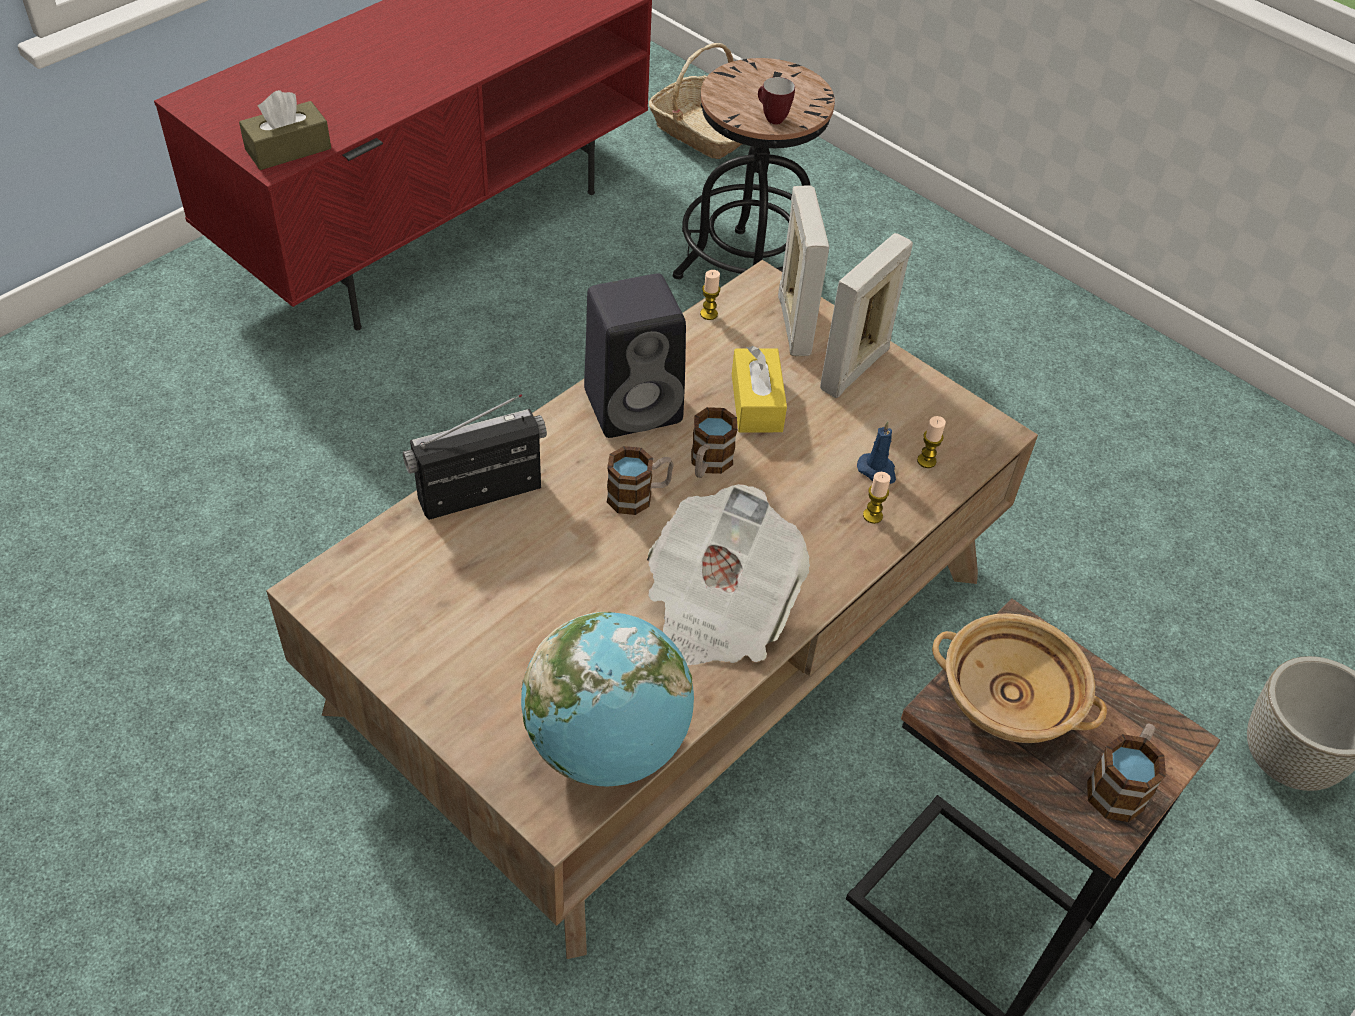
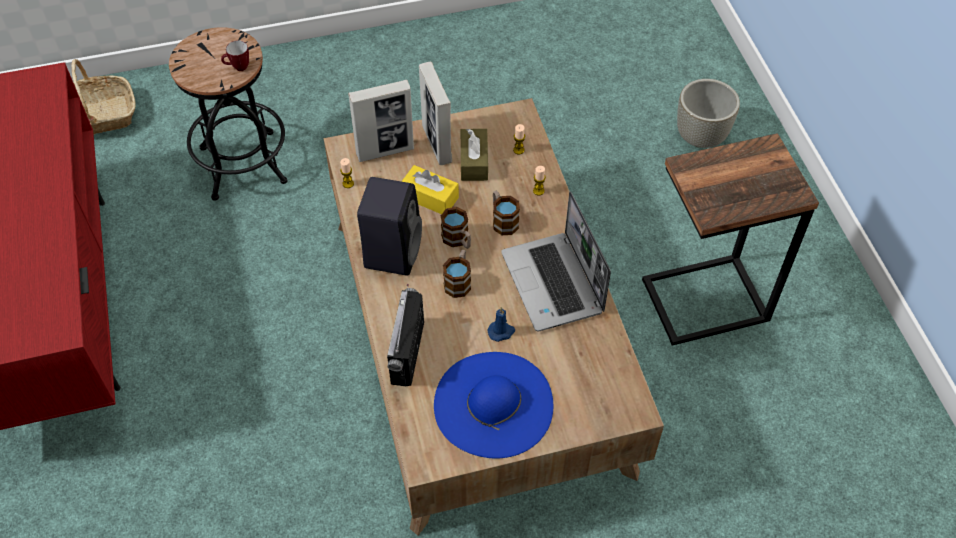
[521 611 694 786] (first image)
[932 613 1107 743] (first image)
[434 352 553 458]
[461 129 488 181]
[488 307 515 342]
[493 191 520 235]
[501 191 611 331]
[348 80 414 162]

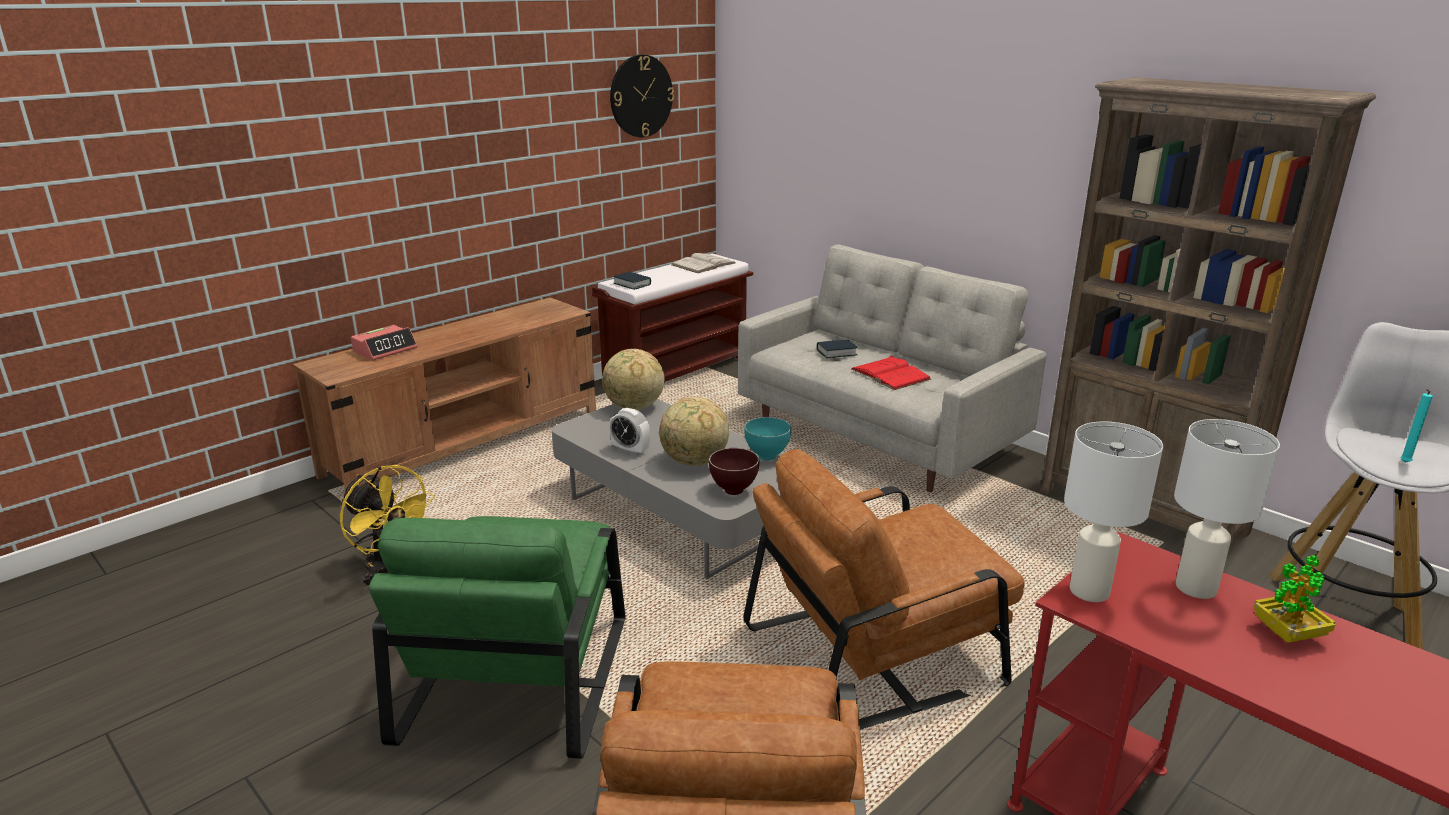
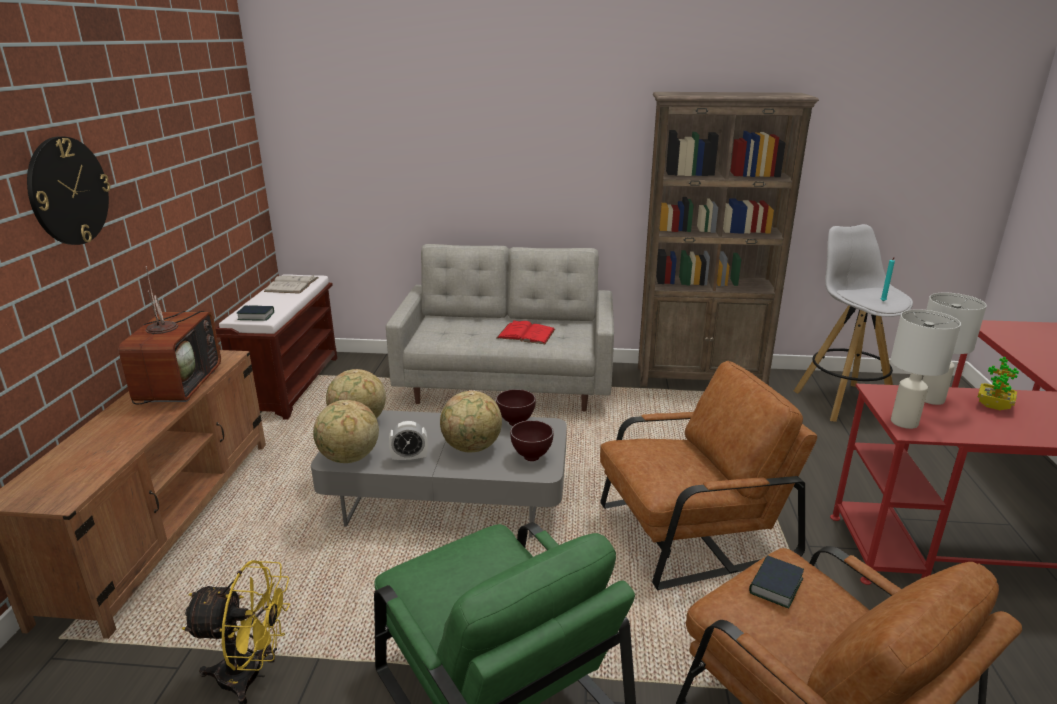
[351 325 417 360] (first image)
[119 266 221 404]
[313 400 379 463]
[27 137 110 245]
[749 555 804 608]
[496 389 536 426]
[600 361 817 590]

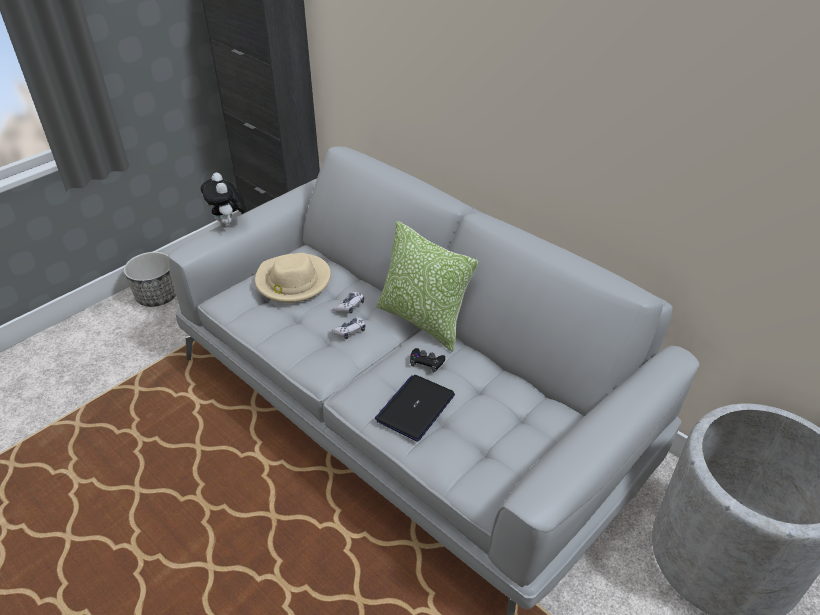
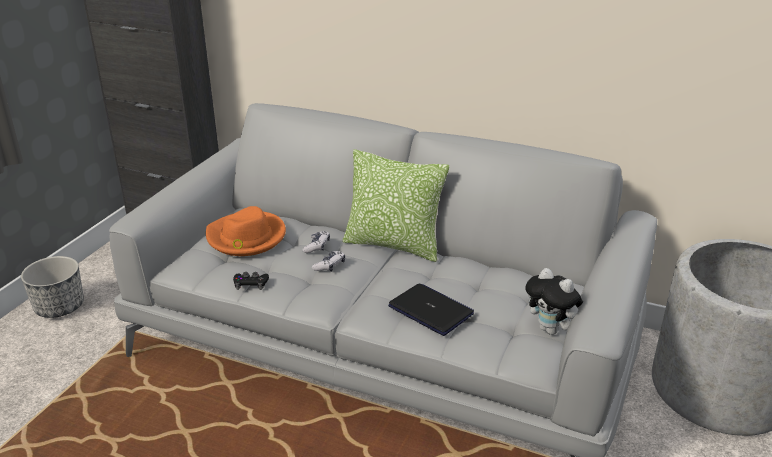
[525 268 583 335]
[233 272 269 290]
[206 206 286 256]
[388 283 474 336]

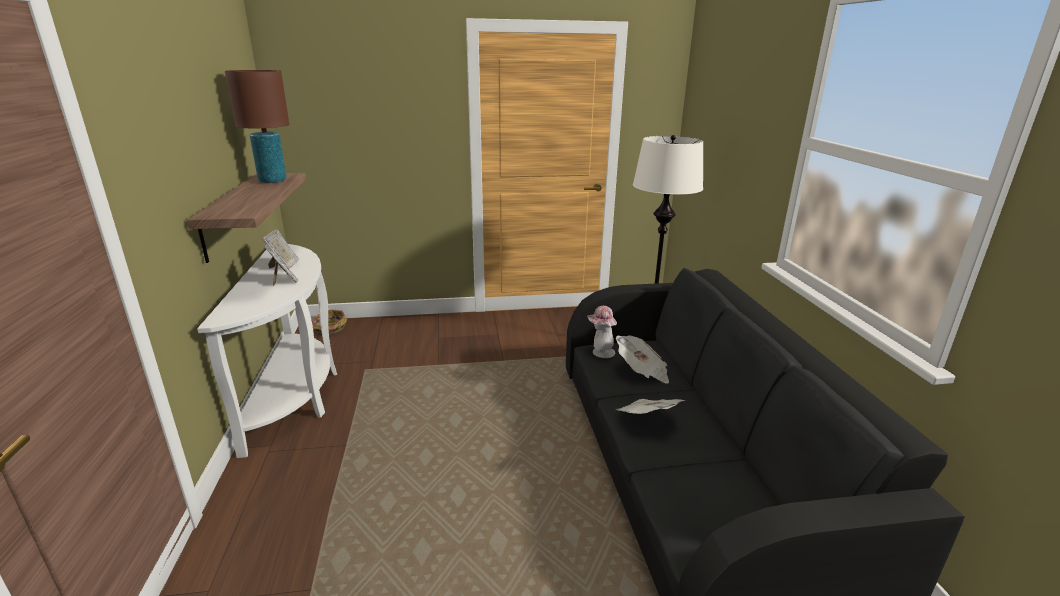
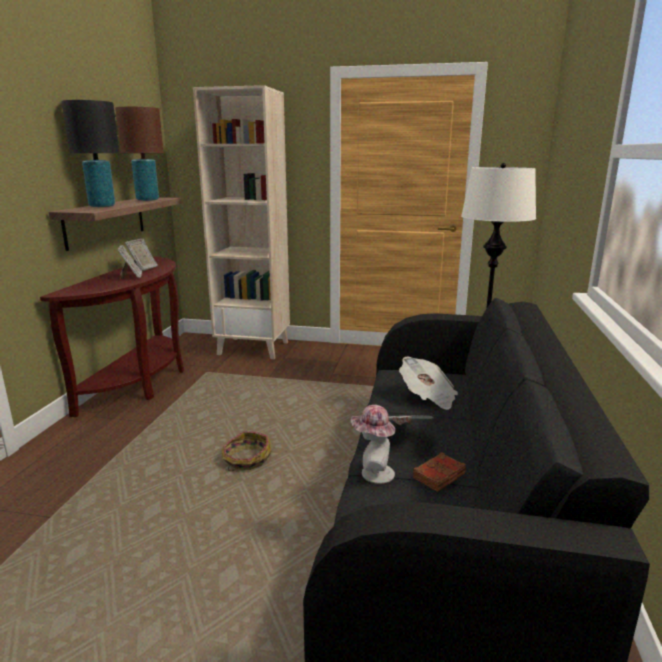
[61 100 119 207]
[193 85 290 359]
[413 452 466 492]
[222 431 271 471]
[351 405 395 484]
[40 256 184 417]

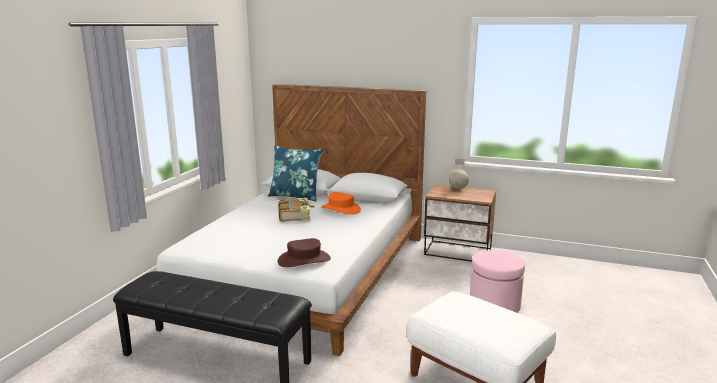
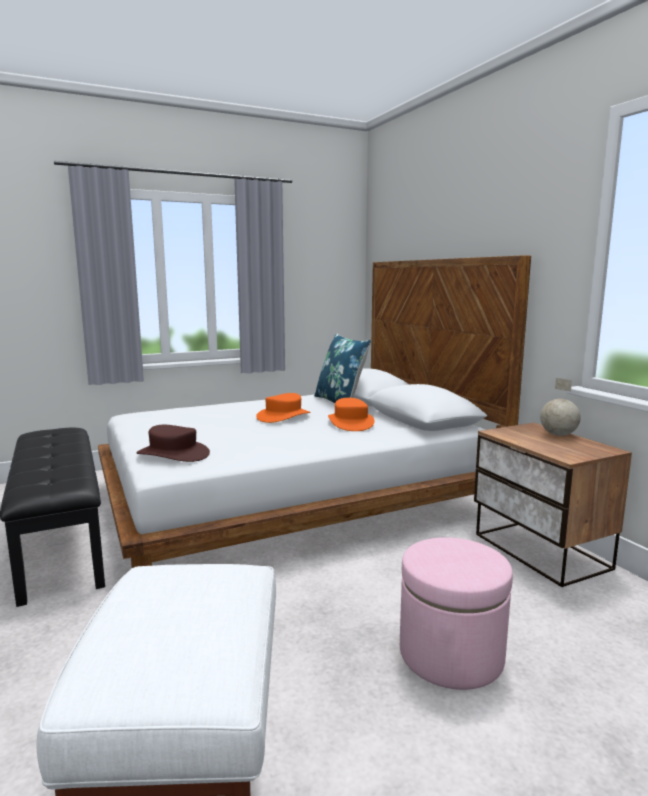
[256 393 311 423]

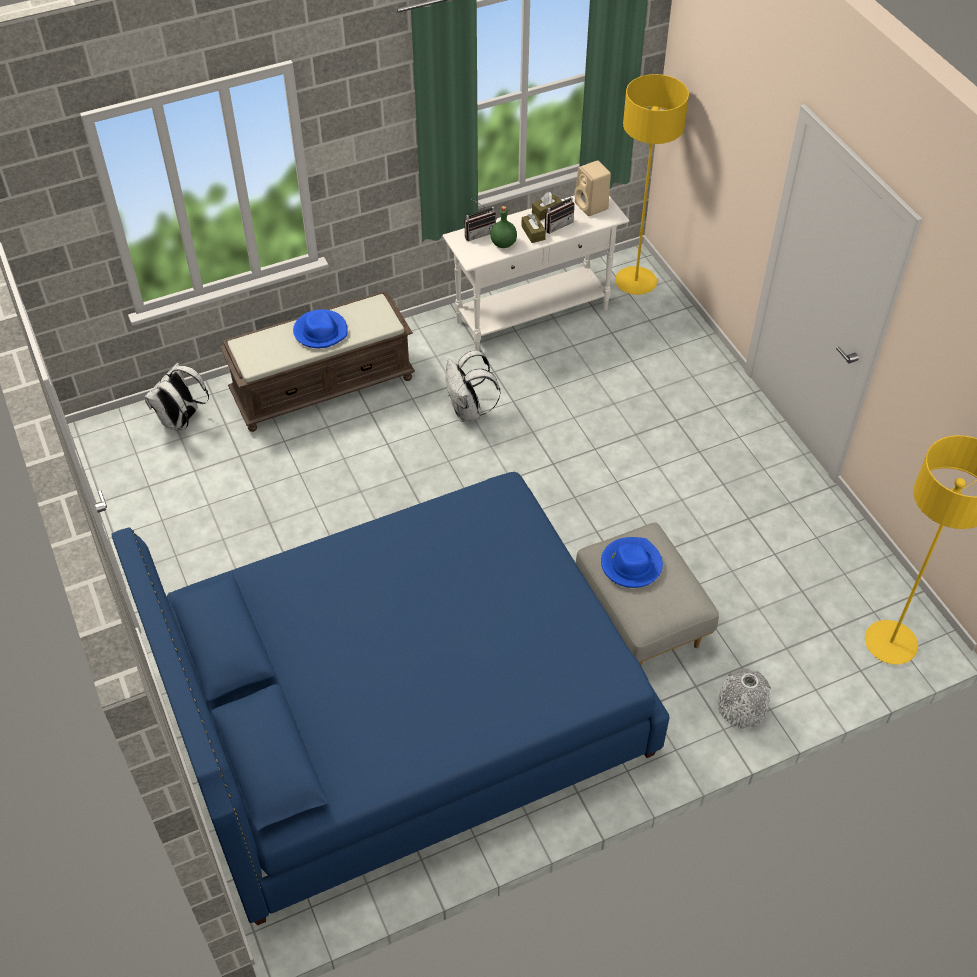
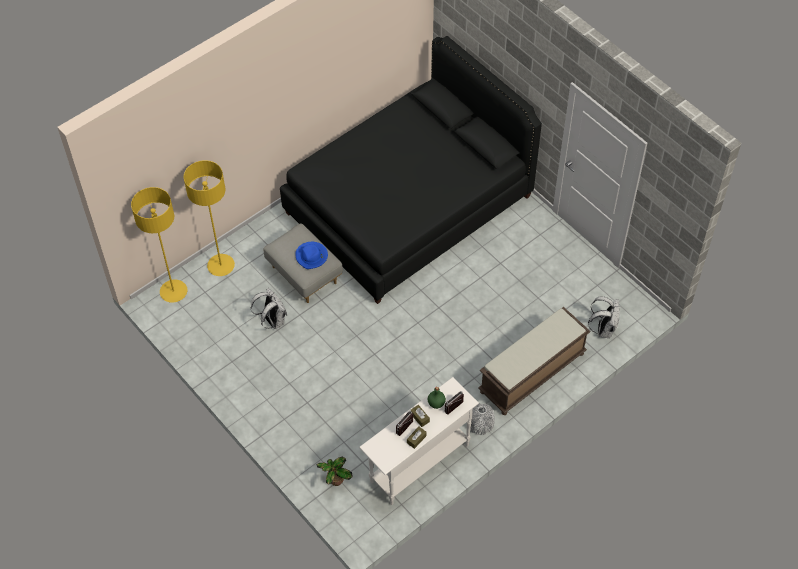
[293 309 347 348] (first image)
[575 160 611 216] (first image)
[317 457 353 486]
[250 288 287 329]
[184 160 235 276]
[470 403 495 435]
[280 36 542 304]

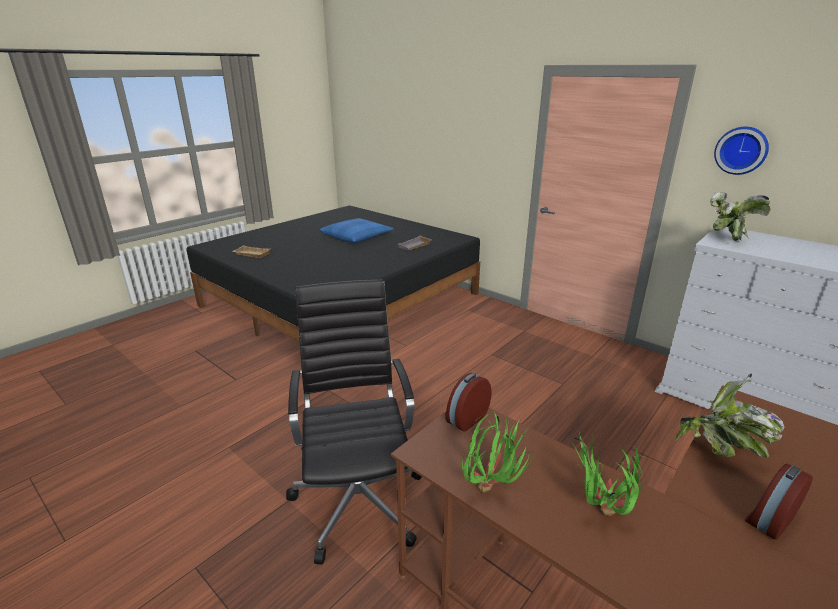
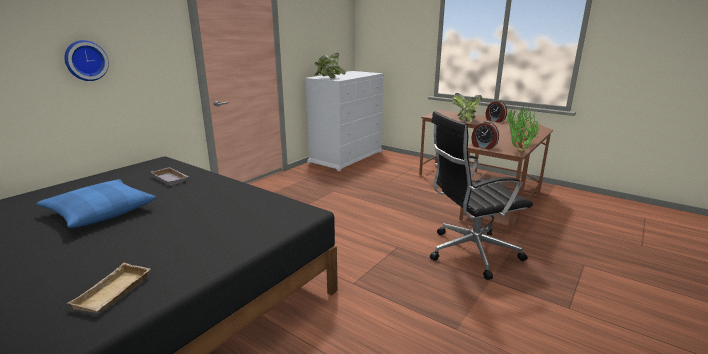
[508 120 534 153]
[64 40 109 81]

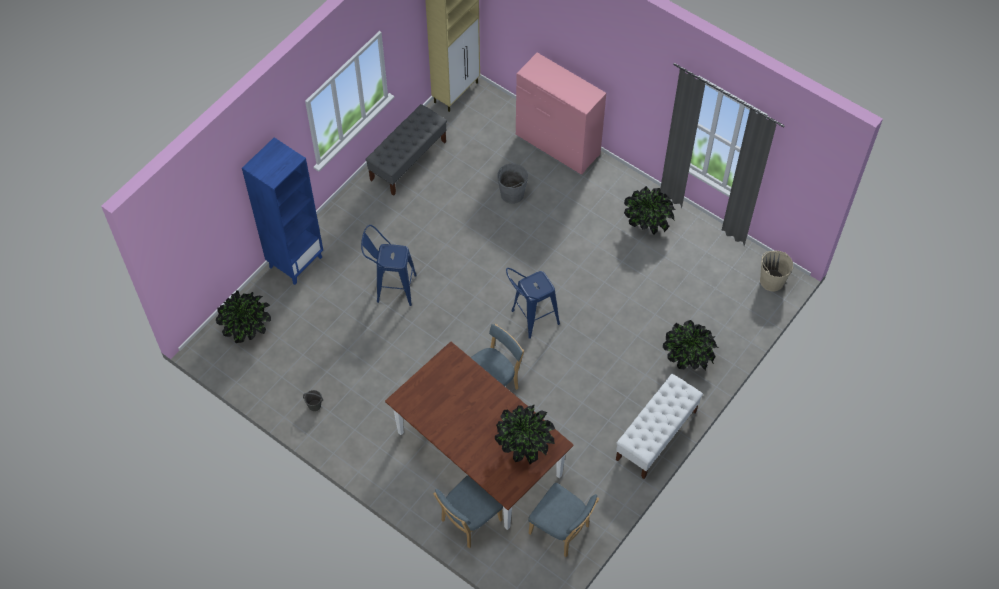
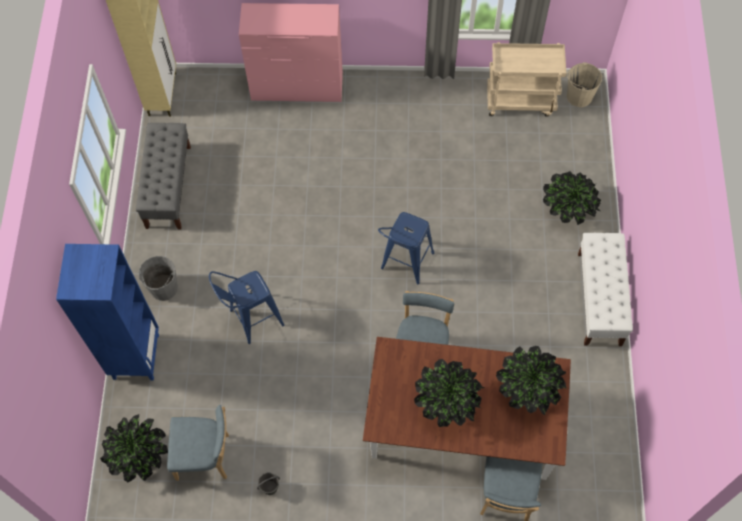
[487 42 566 117]
[138 256 178 301]
[167 405 229 481]
[414 359 485 427]

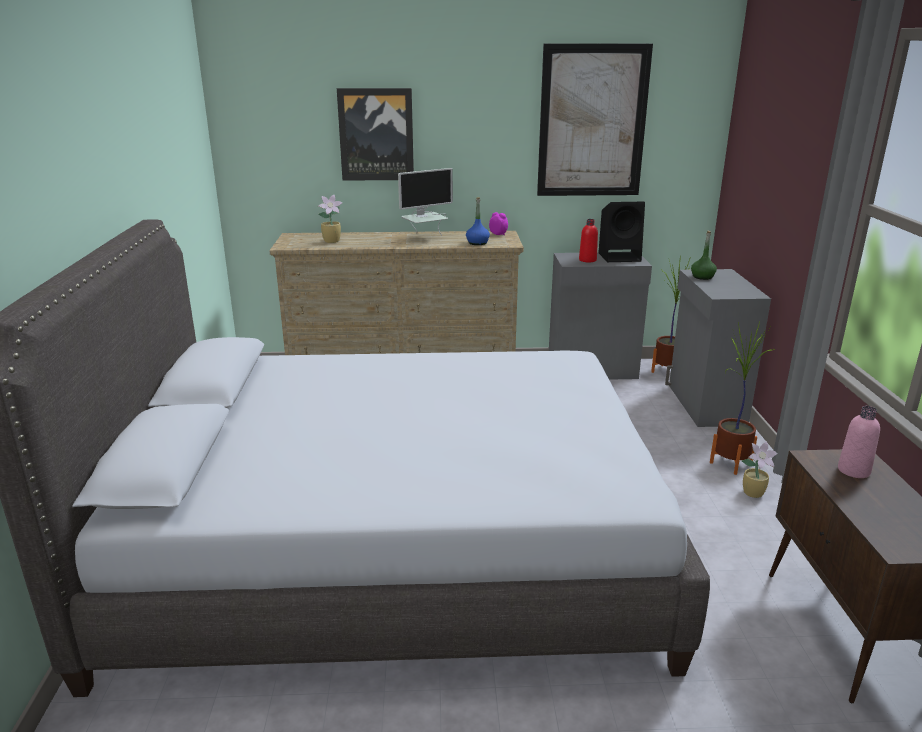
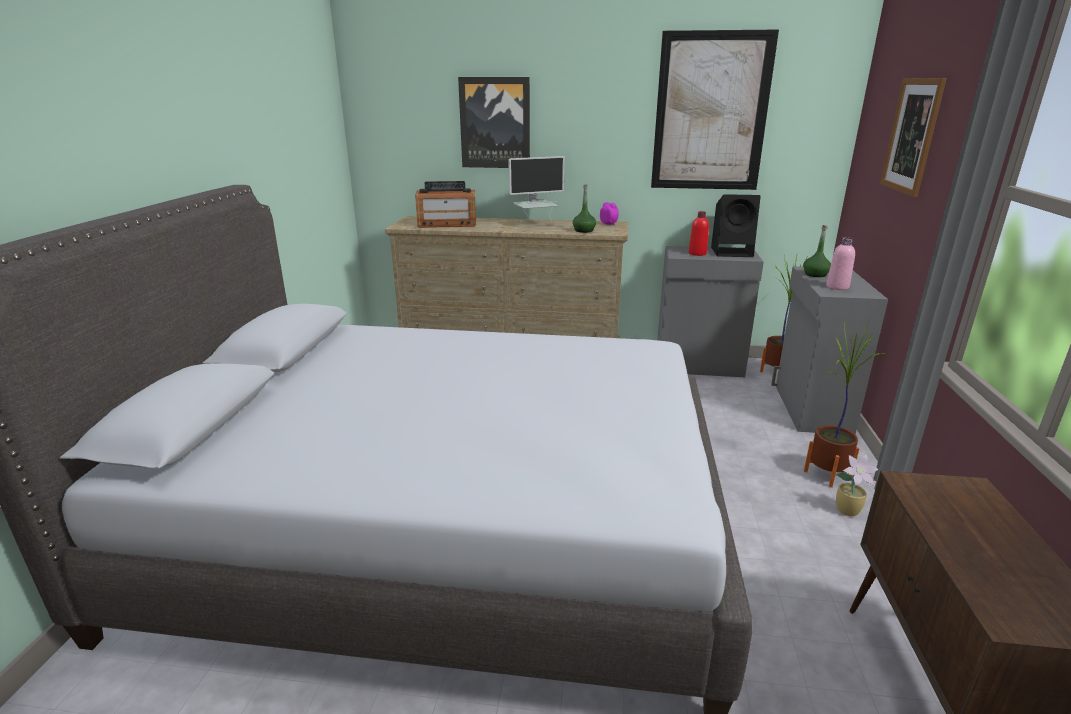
[880 78 947 197]
[826 237 855 290]
[415 181 476 228]
[573 185 596 233]

